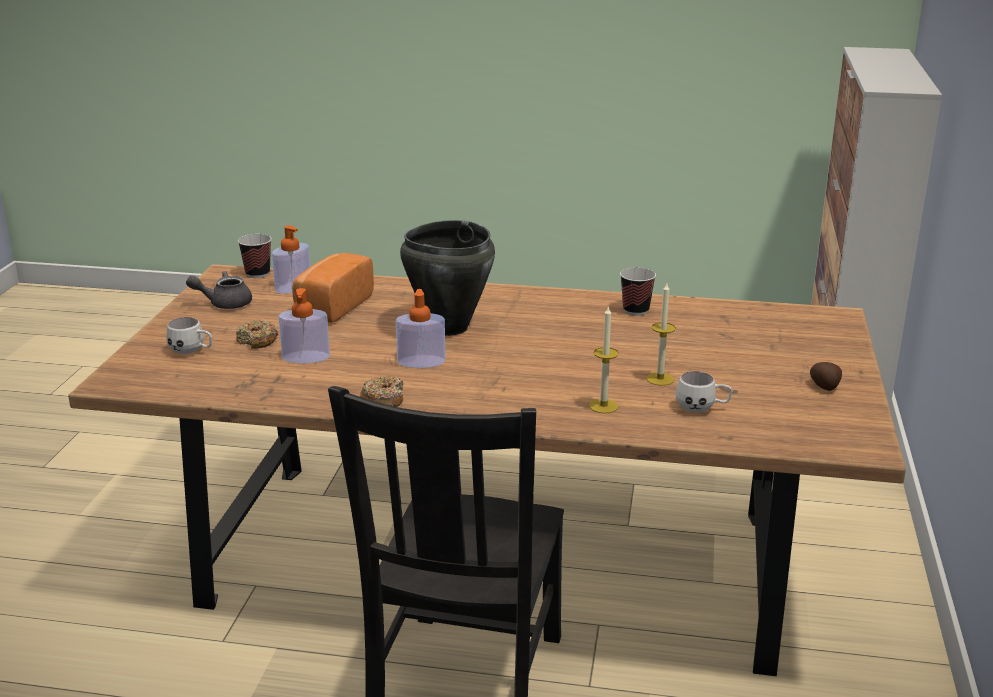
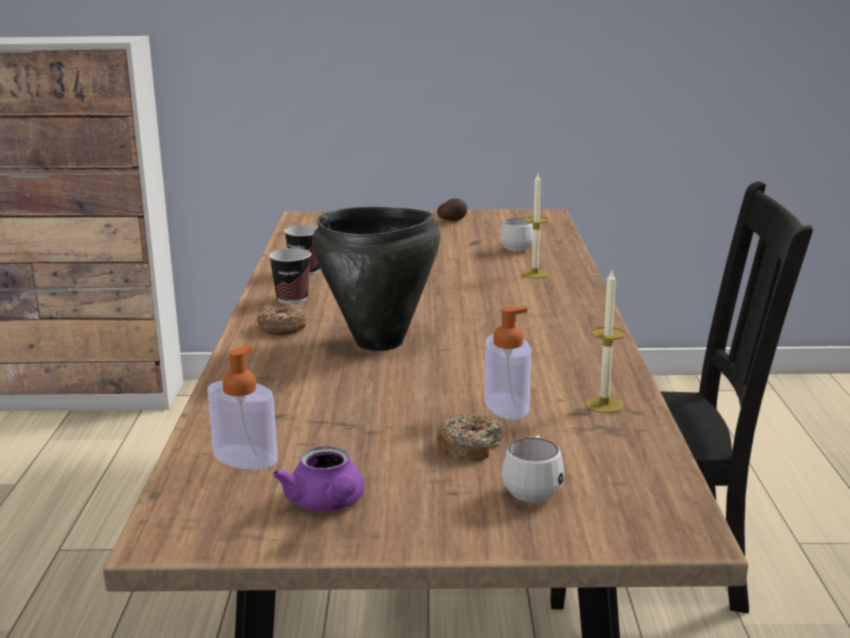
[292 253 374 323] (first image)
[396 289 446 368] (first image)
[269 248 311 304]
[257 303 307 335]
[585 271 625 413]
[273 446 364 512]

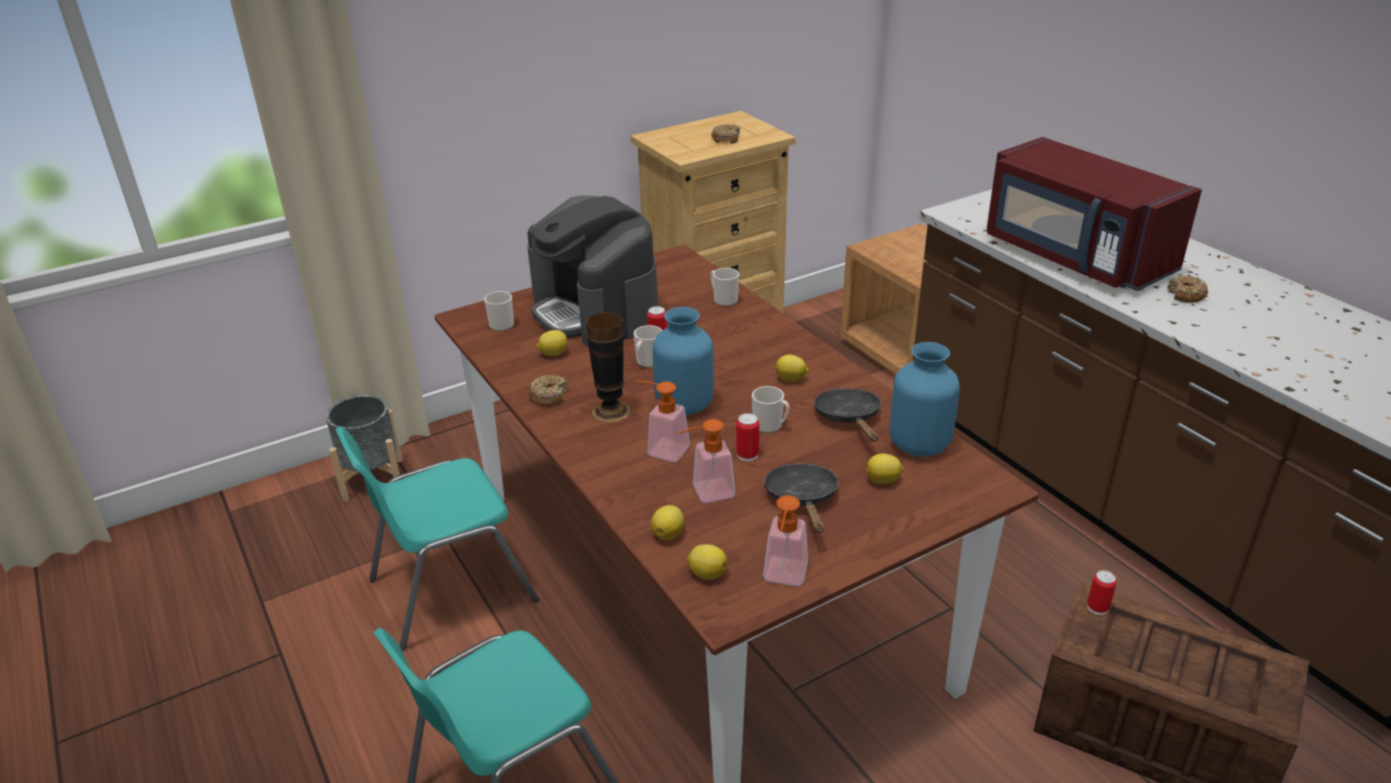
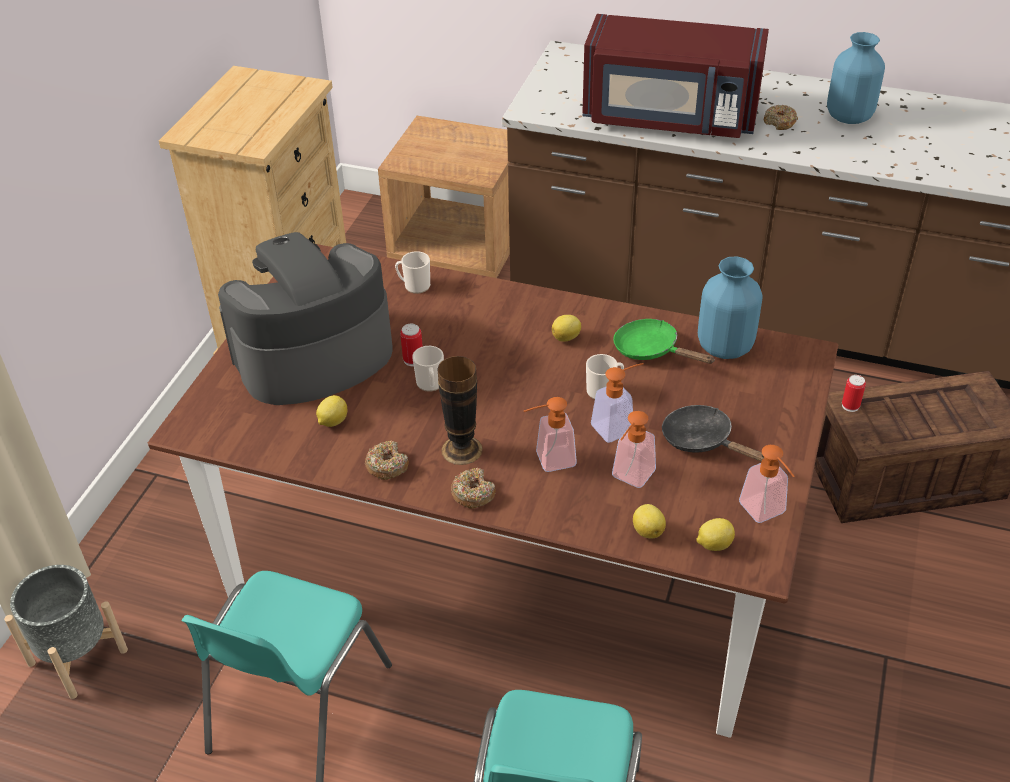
[484 291 514 331] (first image)
[866 453 904 484] (first image)
[827 32 885 124]
[451 468 496 508]
[591 363 644 443]
[613 319 714 364]
[218 232 392 405]

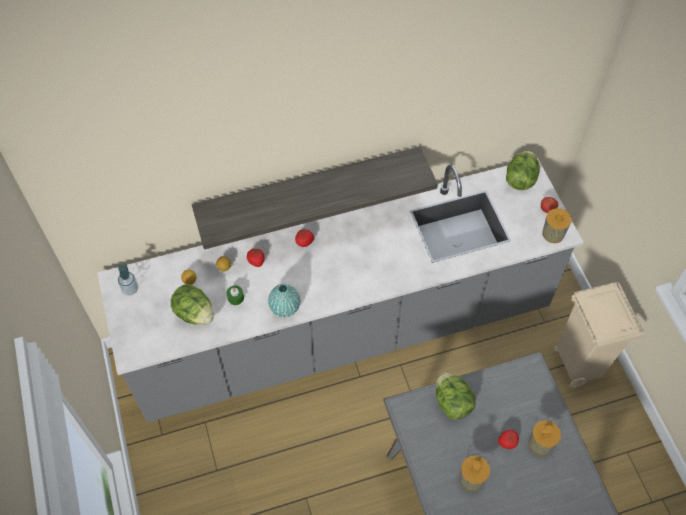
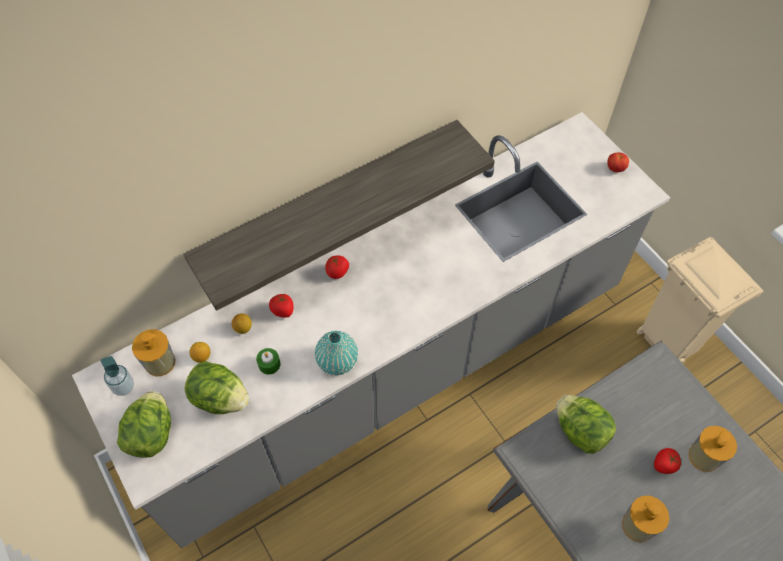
[117 391 171 457]
[132 329 175 376]

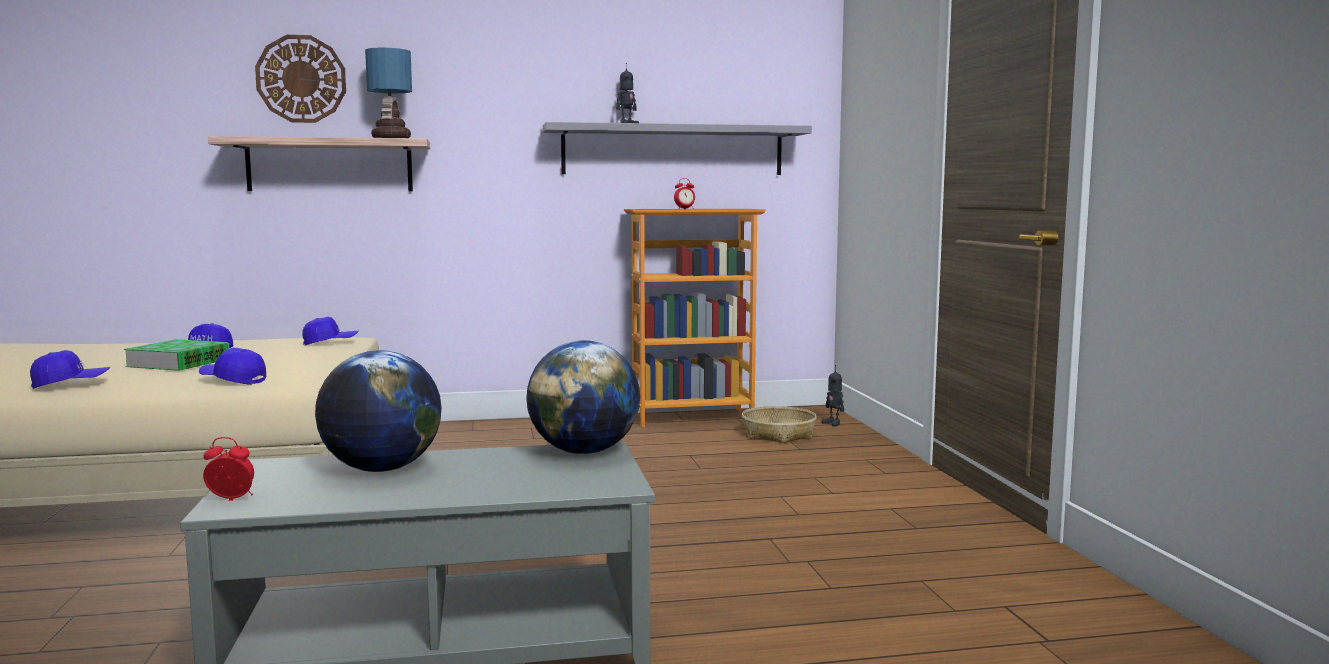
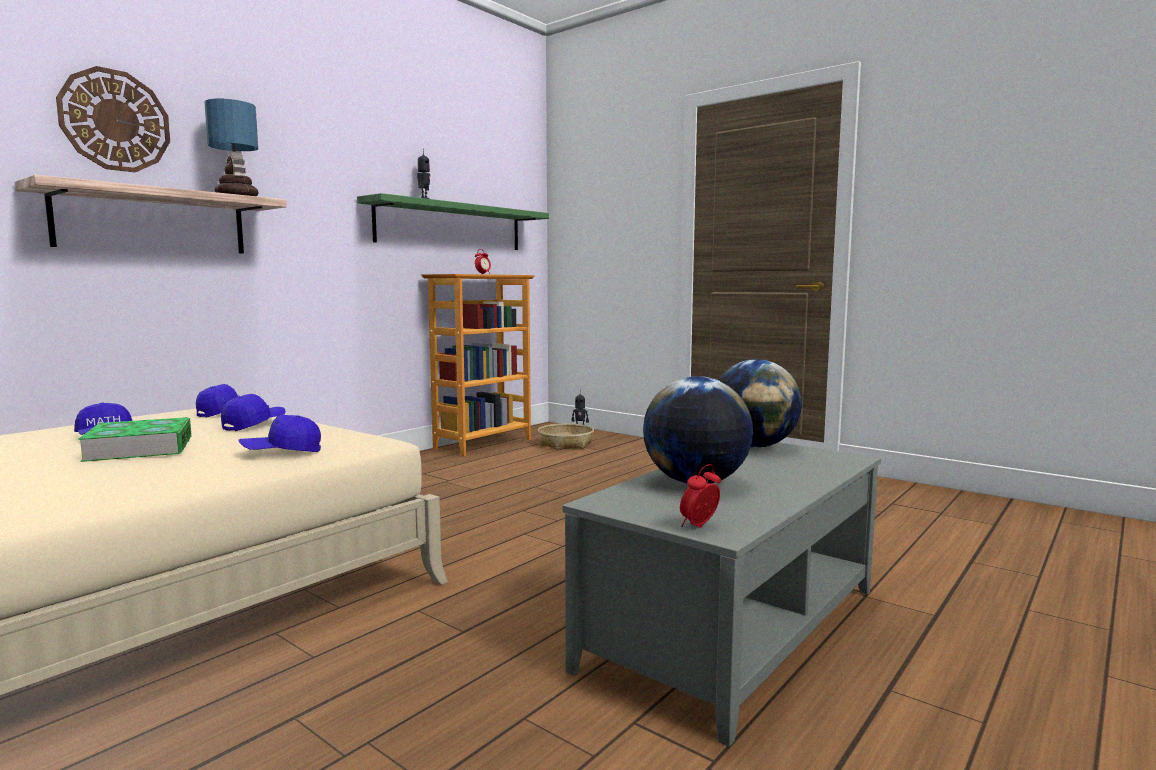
[221 394 286 431]
[357 193 549 250]

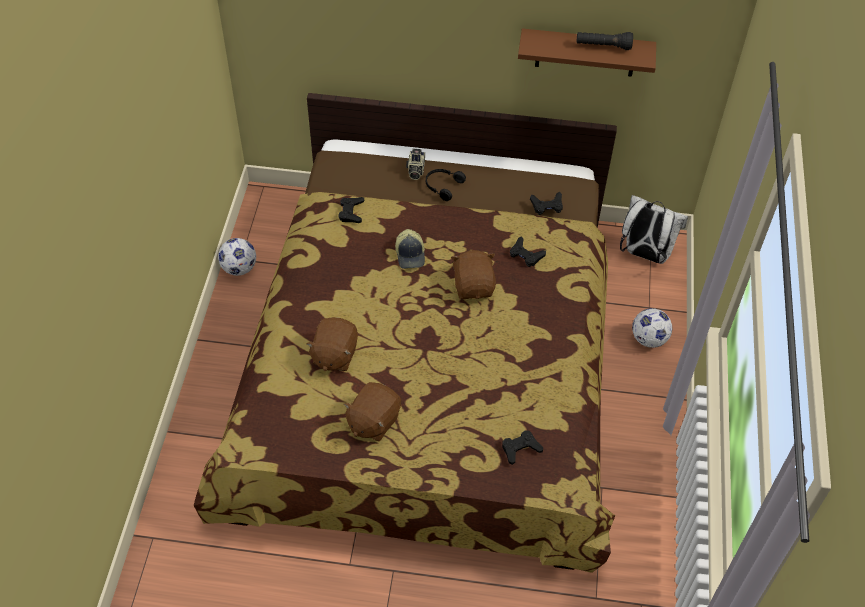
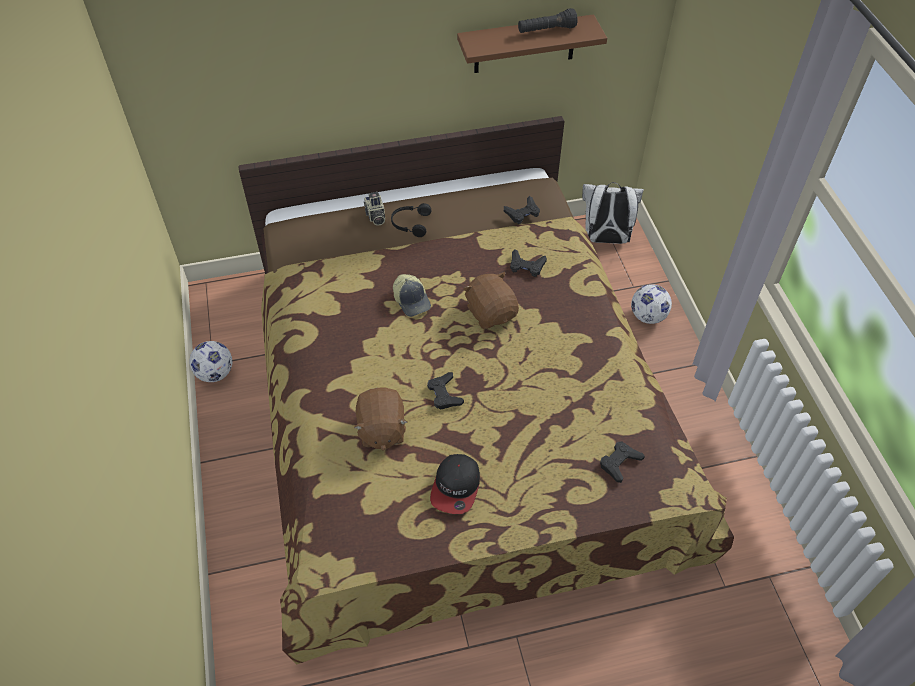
[427 372 464 410]
[430 454 480 514]

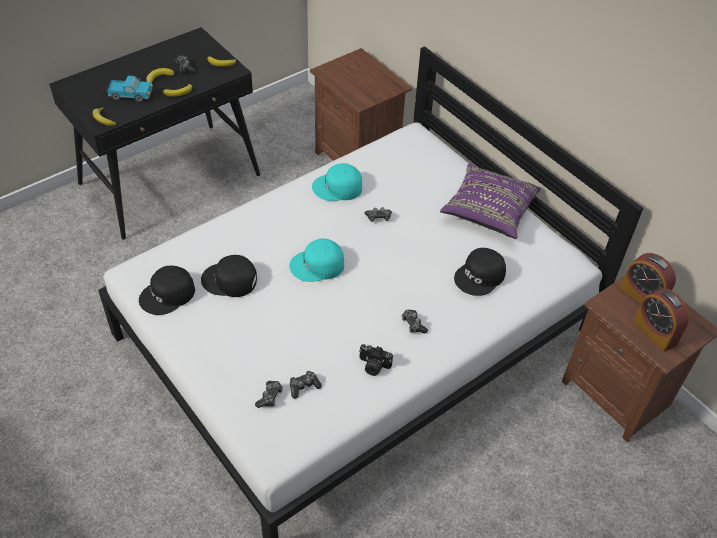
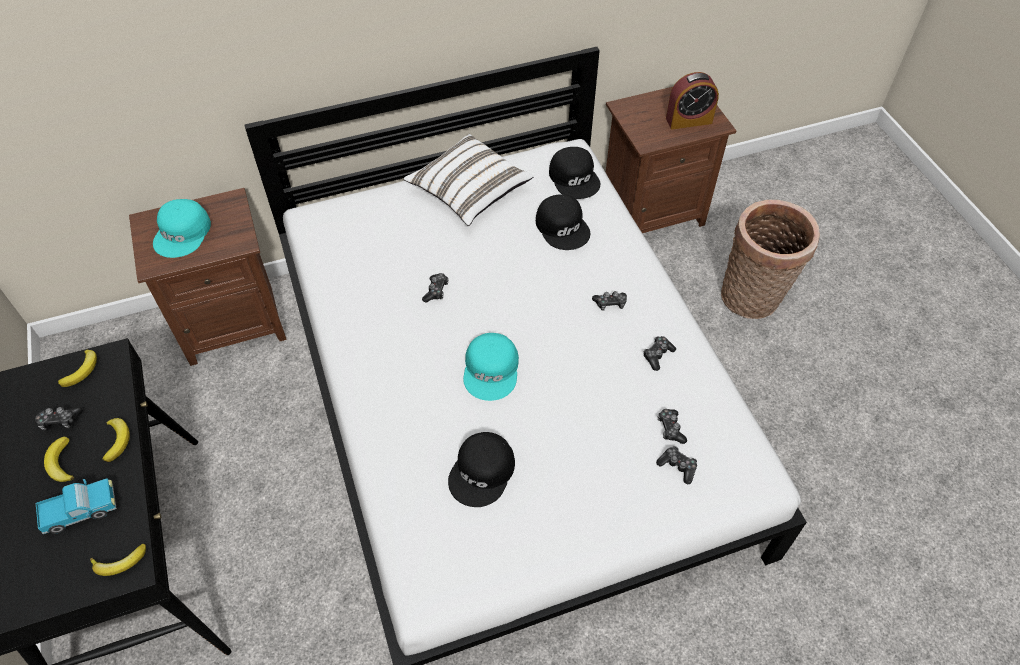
[620 253 676 303] (first image)
[721 200 820 319]
[549 147 600 199]
[153 199 211 258]
[643 336 676 371]
[404 134 534 226]
[36 479 117 534]

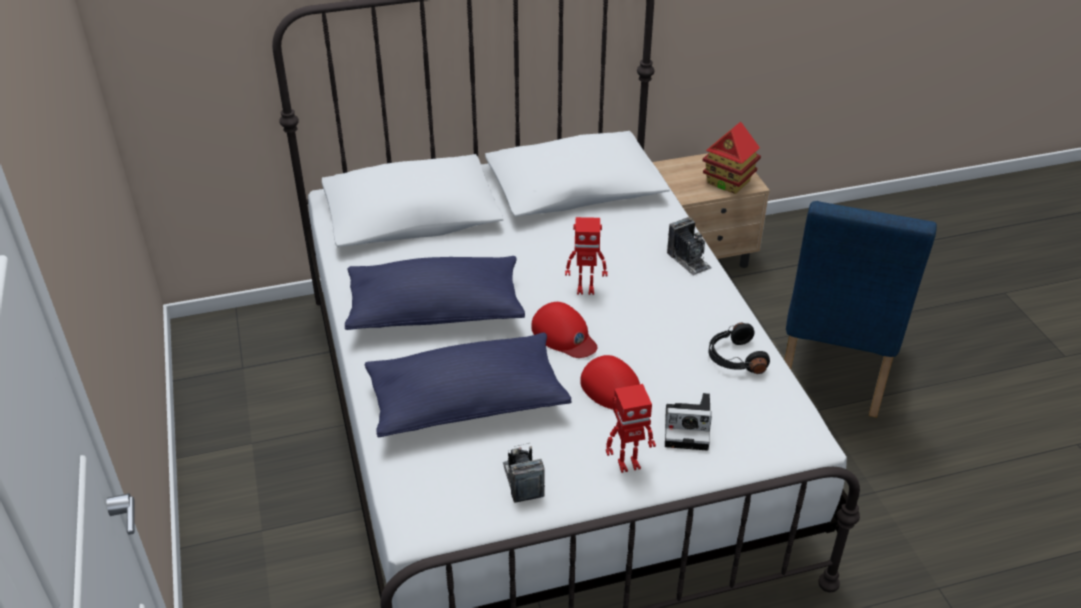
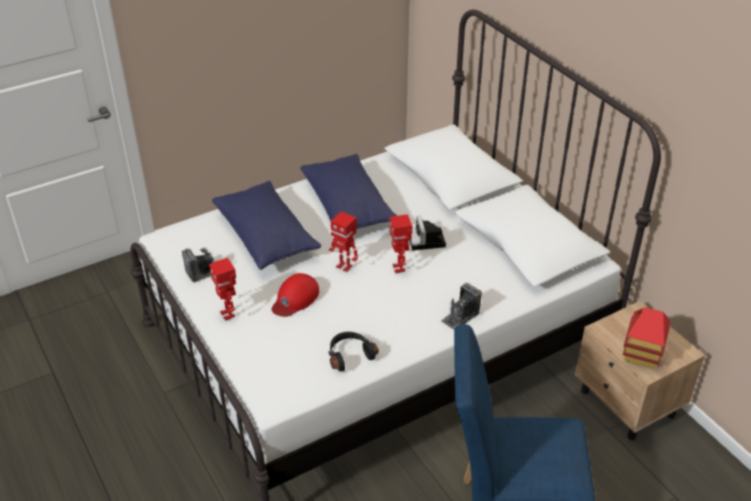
[410 216 446 251]
[329 211 358 272]

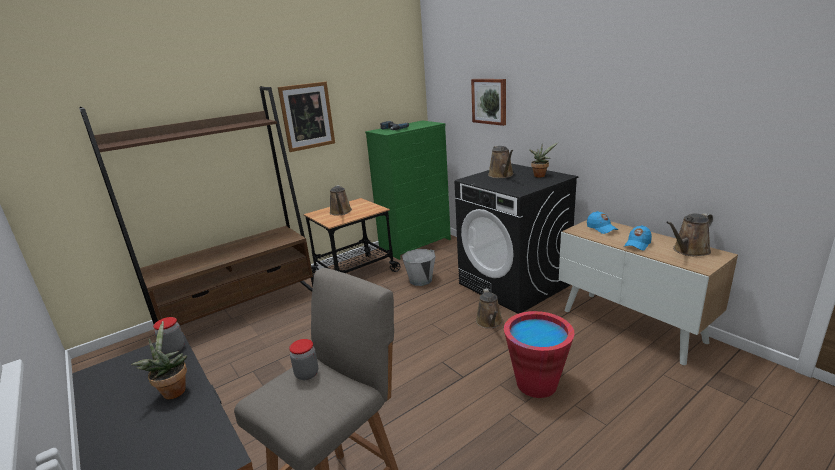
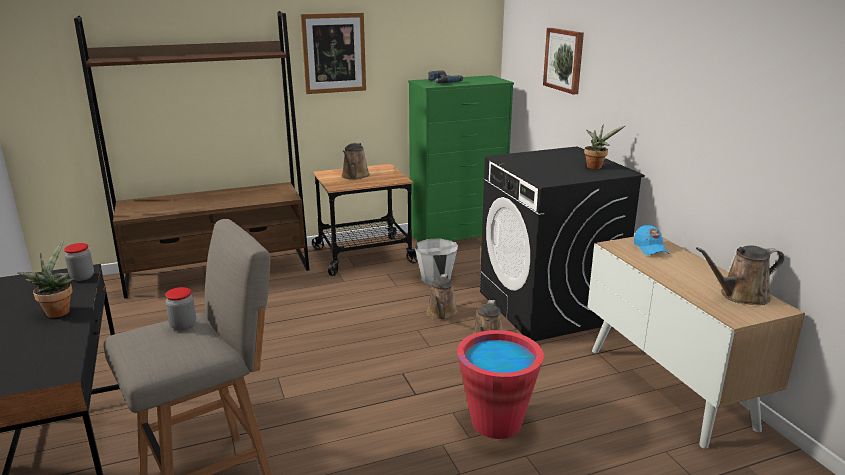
[624 225 652 251] (first image)
[426 274 458 320]

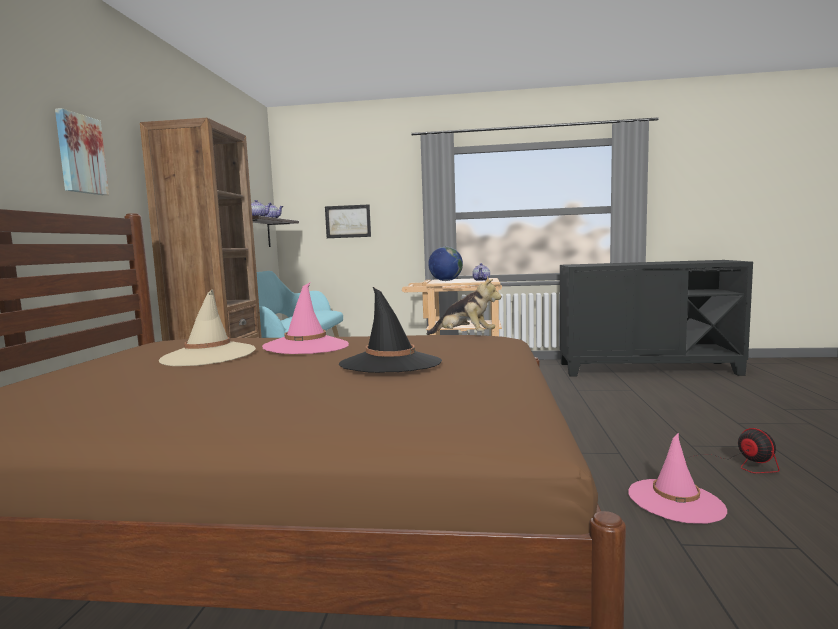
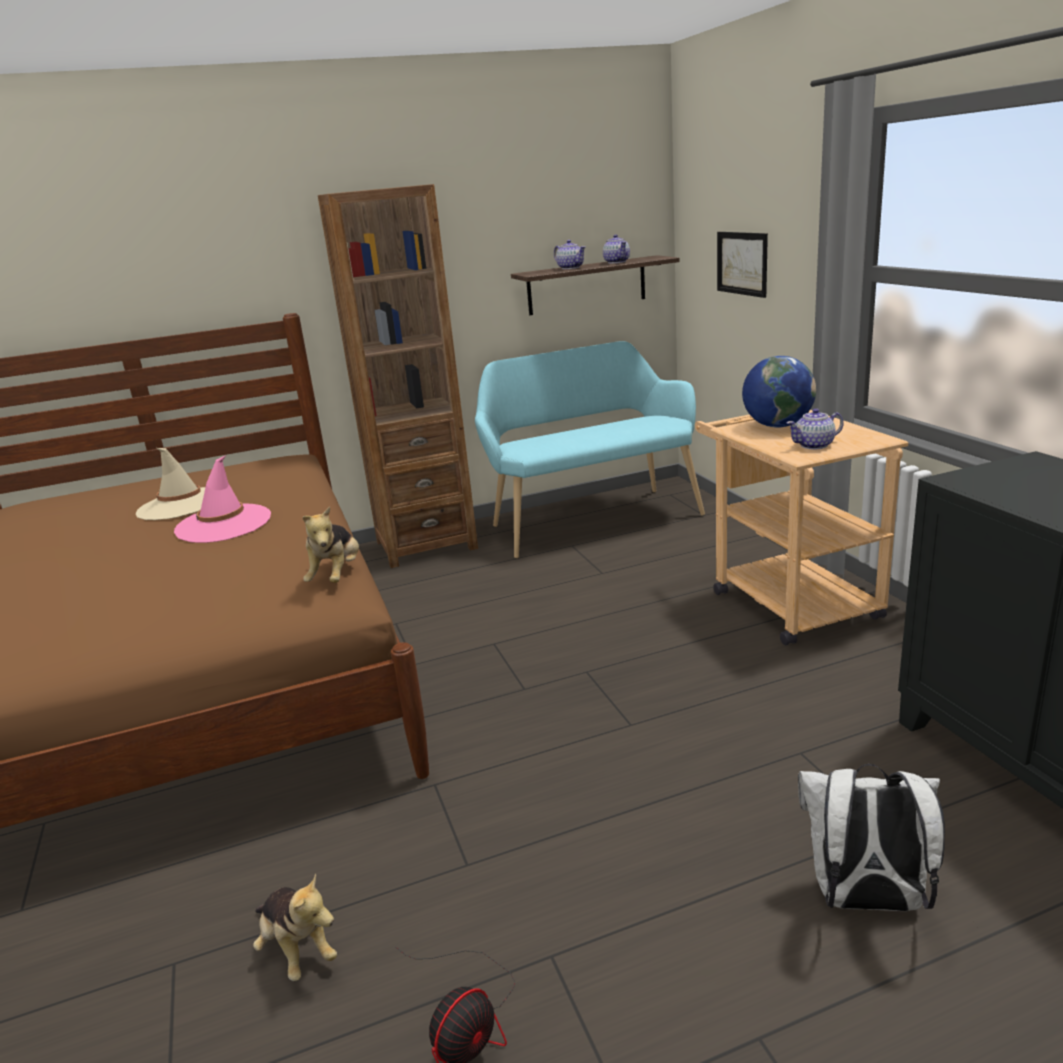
[55 108 109 195] (first image)
[338 287 442 373] (first image)
[798 764 945 911]
[253 873 337 981]

